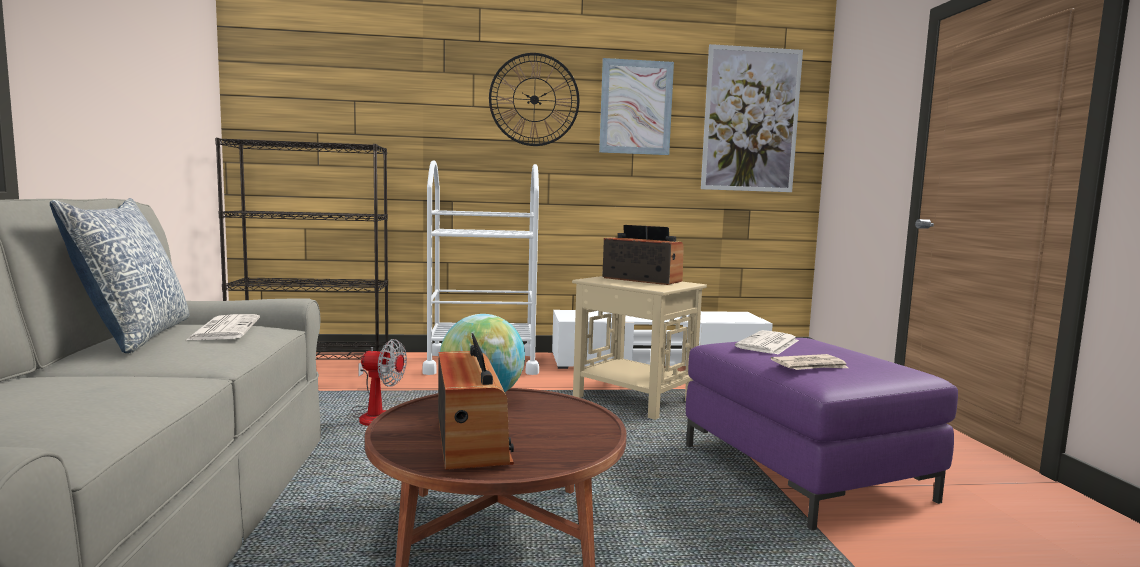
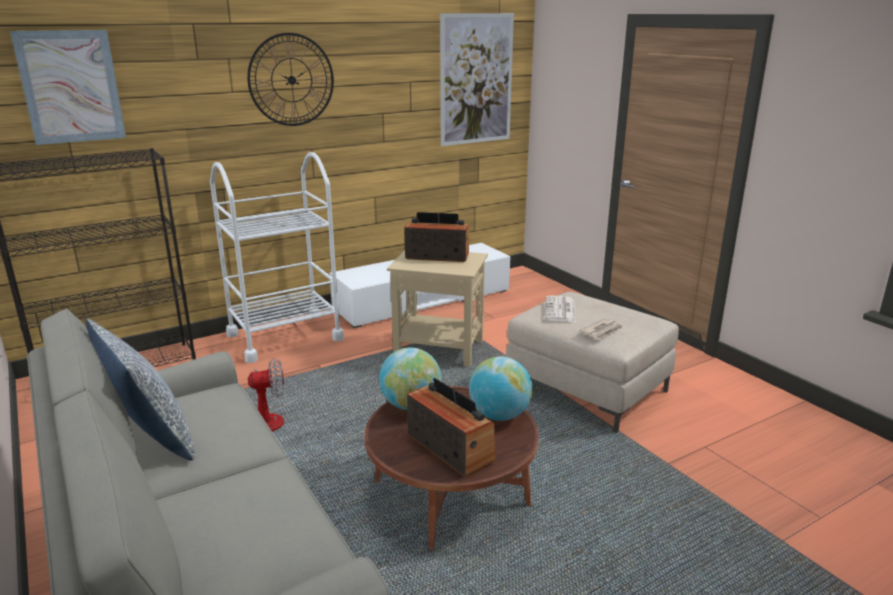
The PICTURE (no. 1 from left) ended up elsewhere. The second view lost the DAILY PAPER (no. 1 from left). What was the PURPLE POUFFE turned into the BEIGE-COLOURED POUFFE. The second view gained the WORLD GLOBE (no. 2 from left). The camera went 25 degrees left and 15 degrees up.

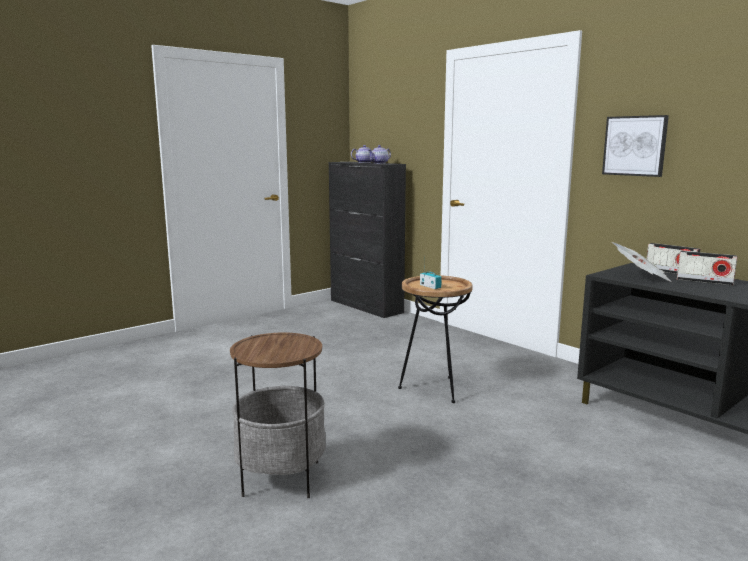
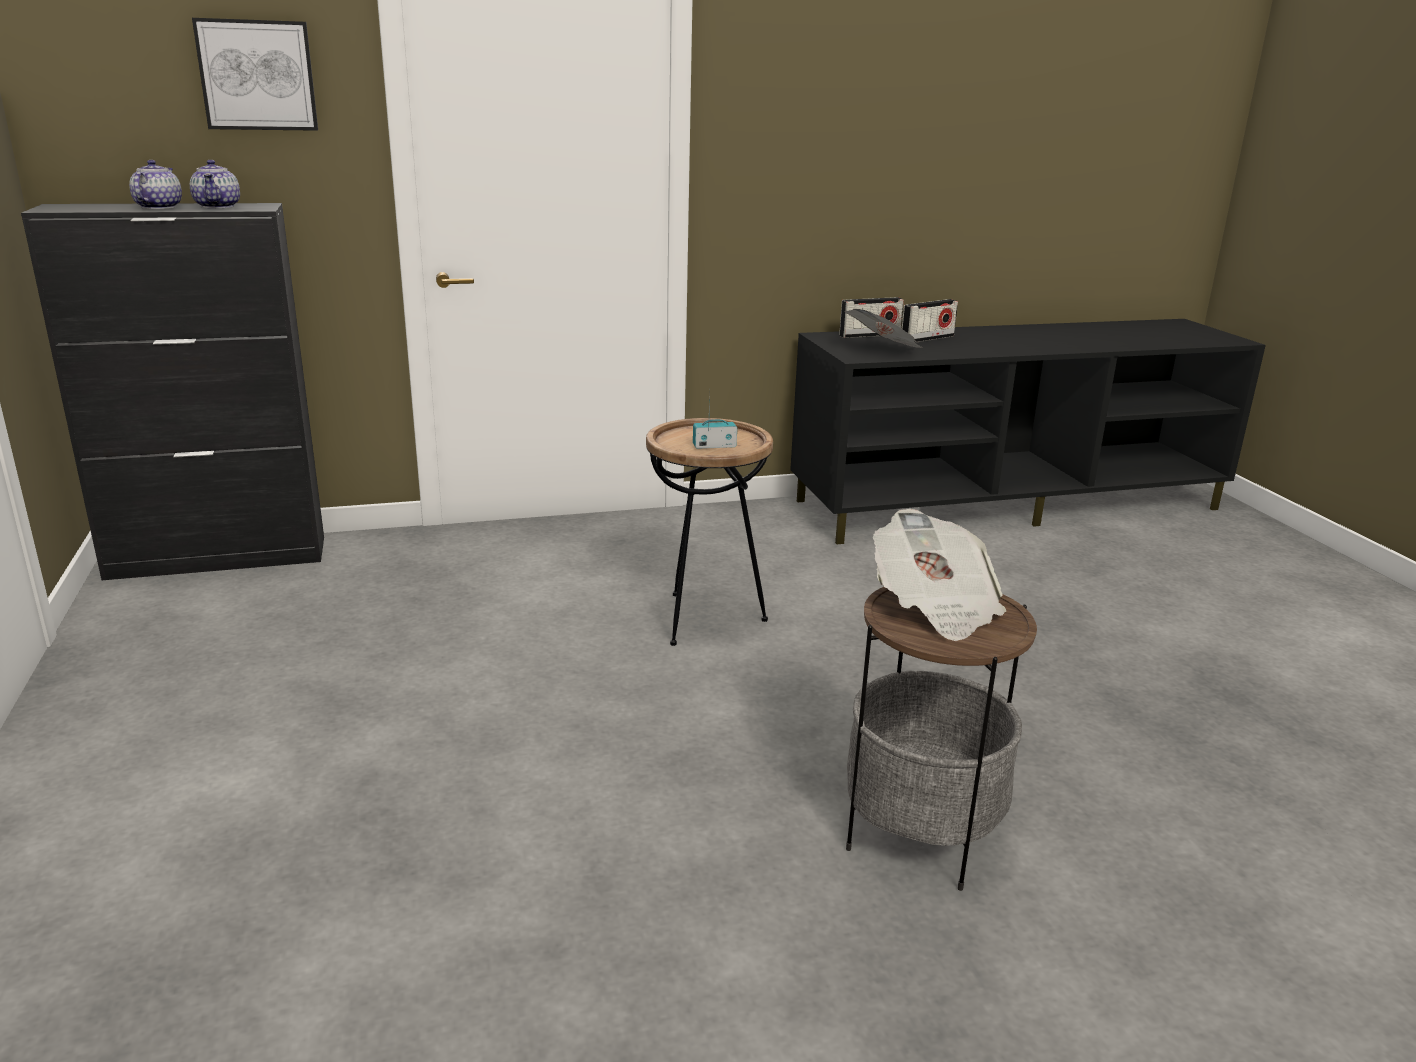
The PICTURE ended up elsewhere. The second view gained the DAILY PAPER (no. 2 from left). The camera went 65 degrees left and 10 degrees up.

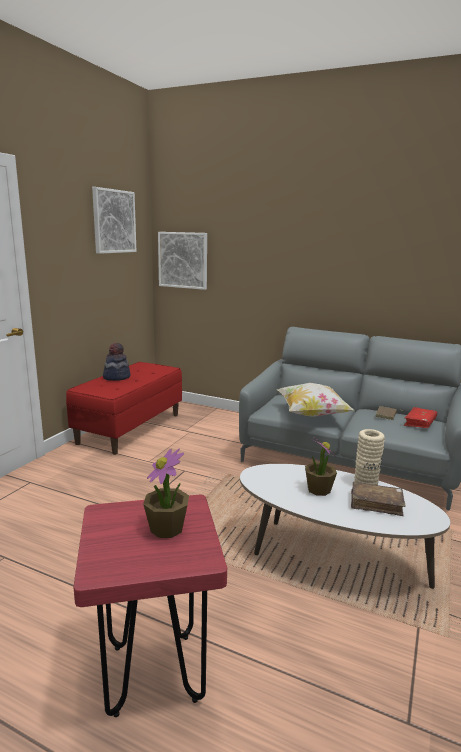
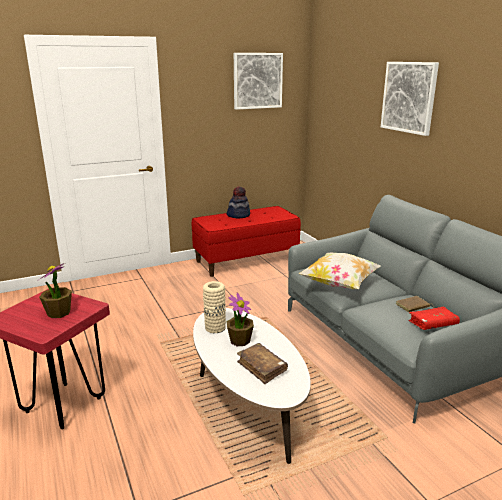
The PICTURE (no. 2 from left) ended up elsewhere. The BEIGE-COLOURED VASE ended up elsewhere. The camera went 40 degrees right and 5 degrees up.

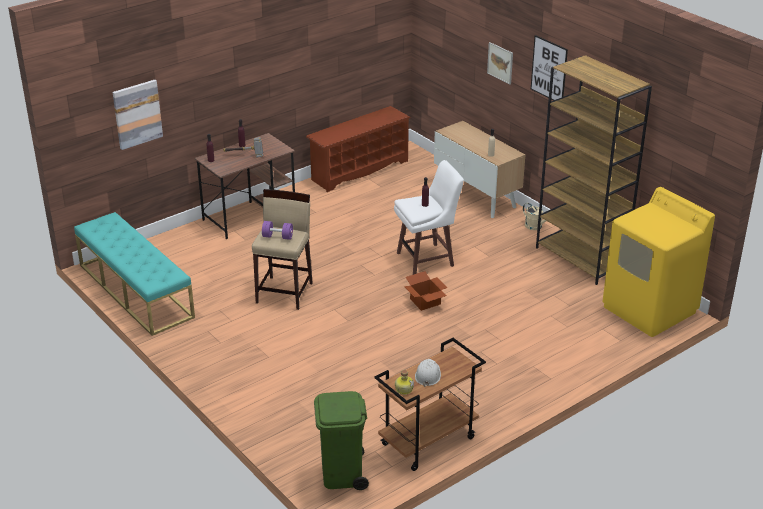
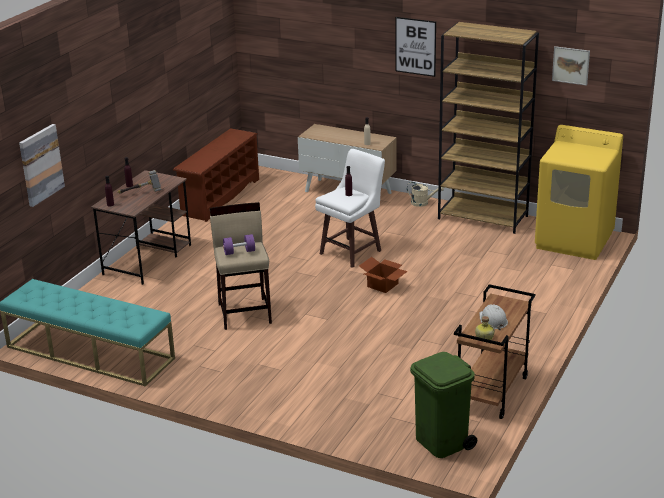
The PICTURE (no. 2 from left in the first image) ended up elsewhere. The camera went 25 degrees left and 5 degrees down.

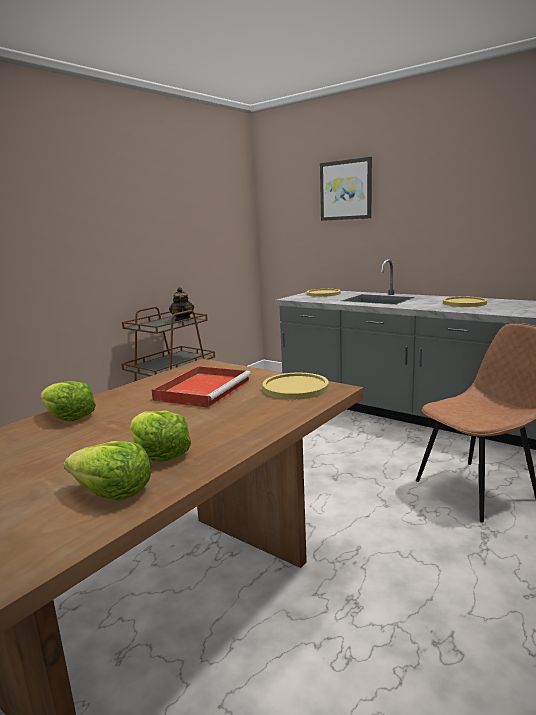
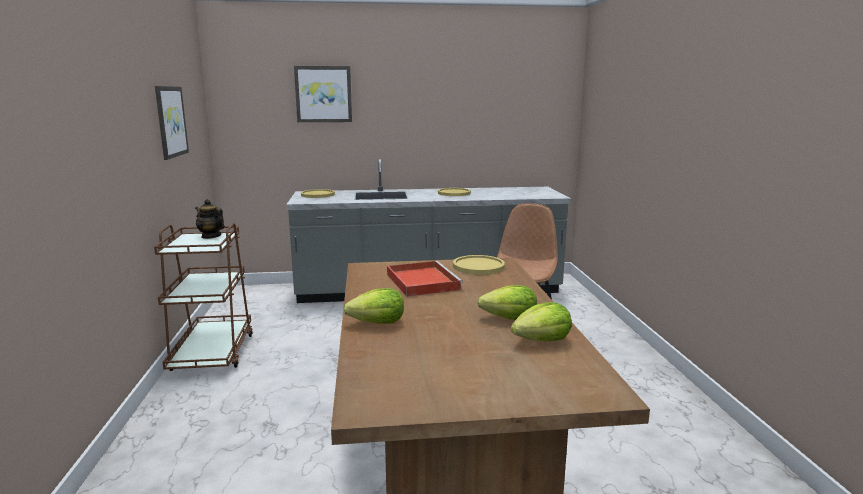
The second view gained the PICTURE (no. 1 from left). The camera went 45 degrees left and 0 degrees up.

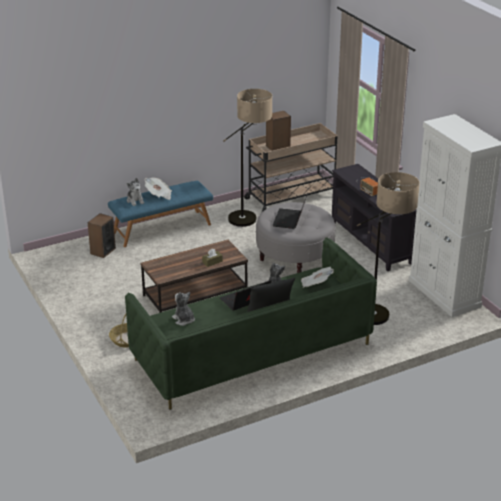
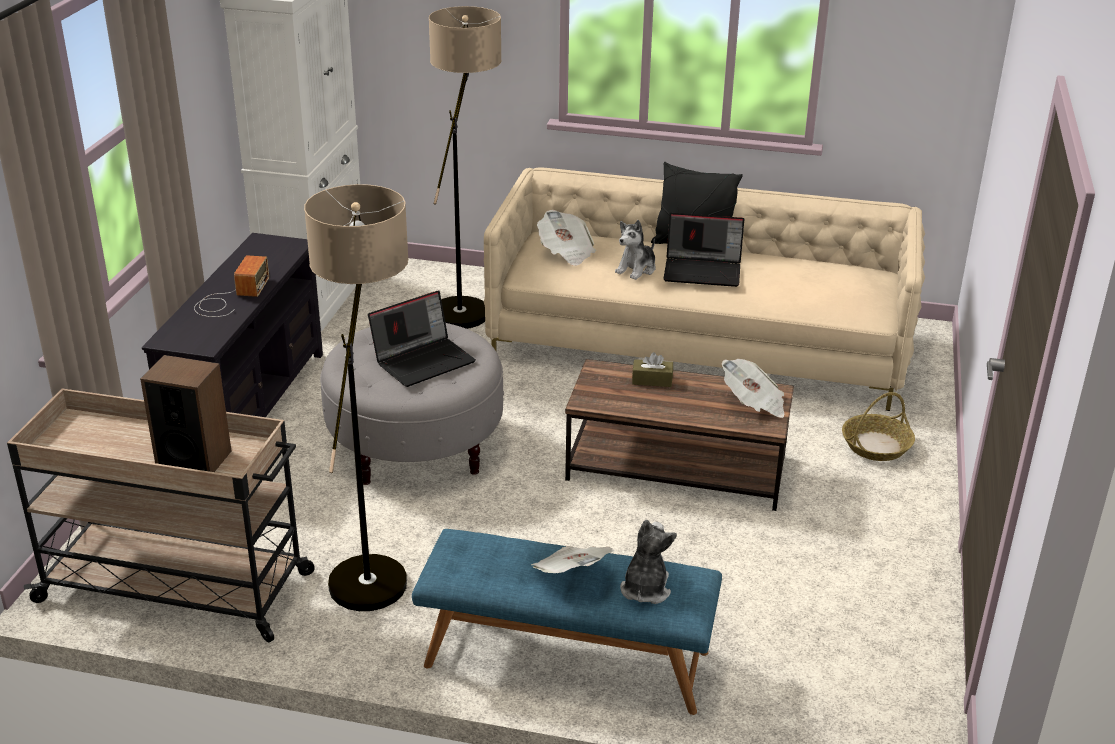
The second view lost the AUDIO SPEAKER (no. 1 from left). What was the GREEN SETTEE turned into the BEIGE-COLOURED SETTEE. The second view lost the CUDDLY TOY (no. 2 from left). The second view gained the DAILY PAPER (no. 3 from left). The camera went 140 degrees left and 0 degrees up.

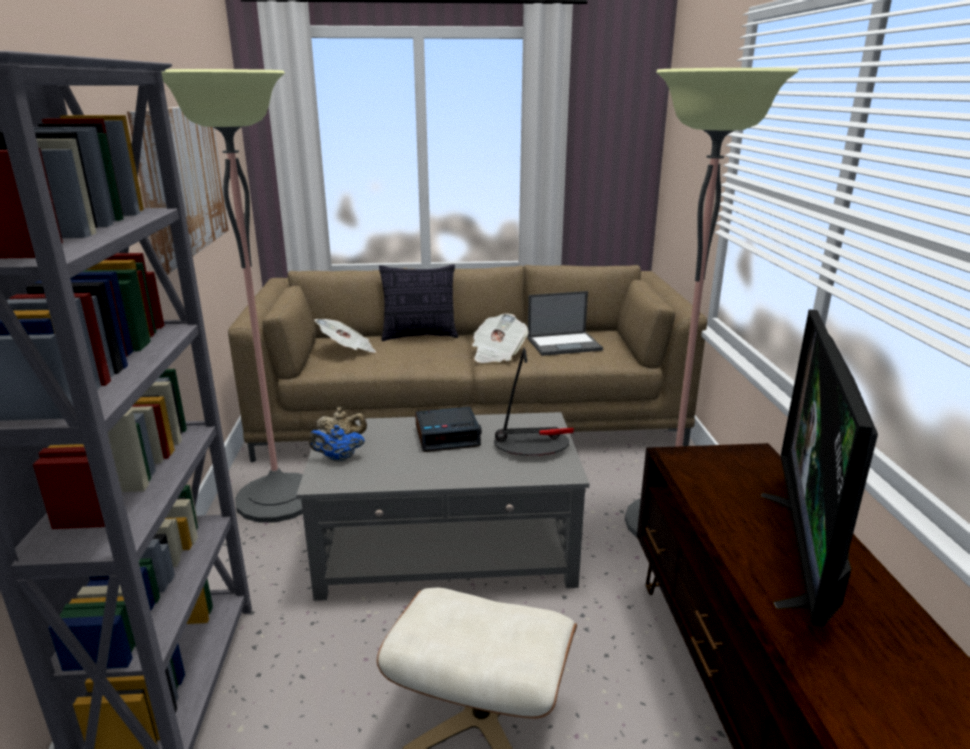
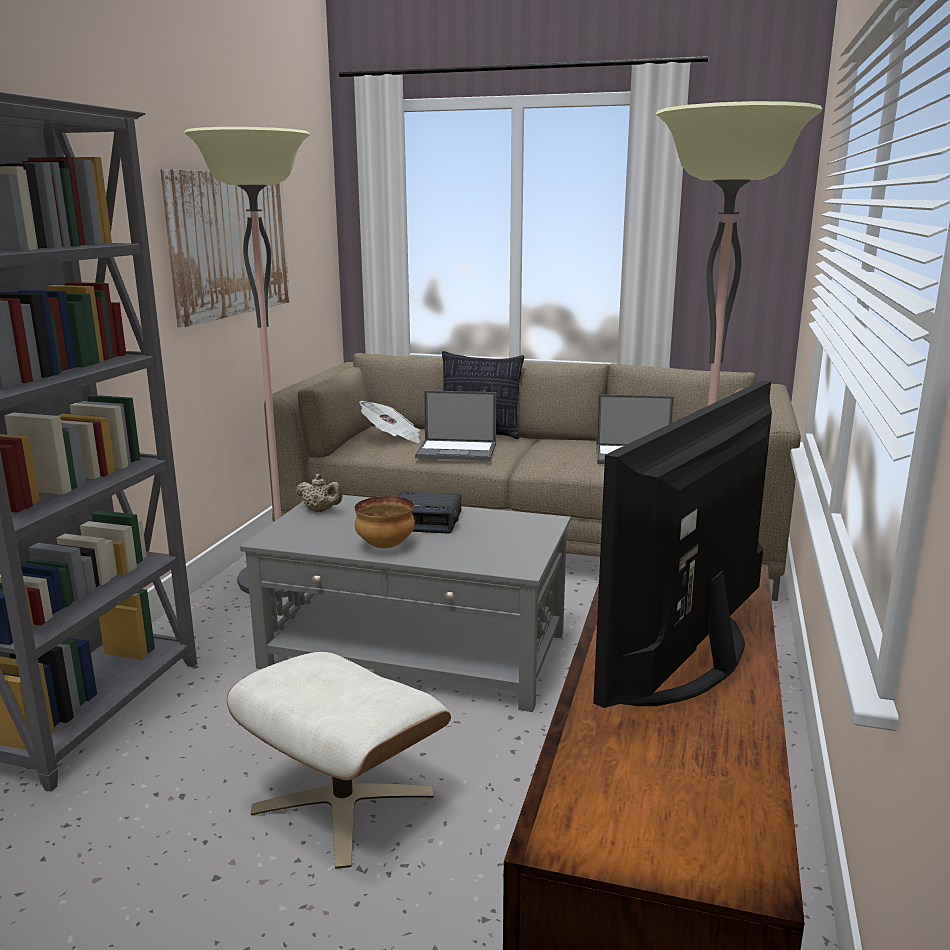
The second view lost the DAILY PAPER (no. 2 from left). The second view lost the TABLETOP LAMP. The second view lost the BLUISH TEAPOT. The second view gained the NOTEBOOK COMPUTER (no. 1 from left). The second view gained the SERVING BOWL. The camera went 20 degrees right and 5 degrees down.

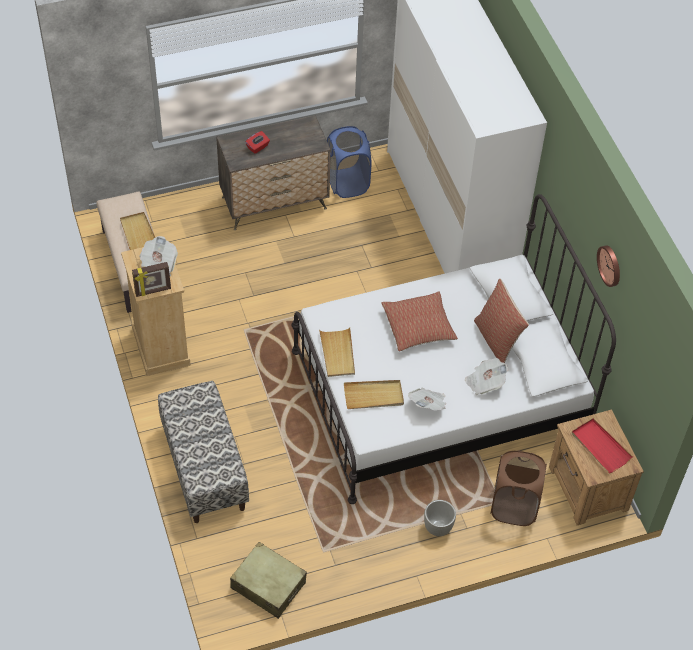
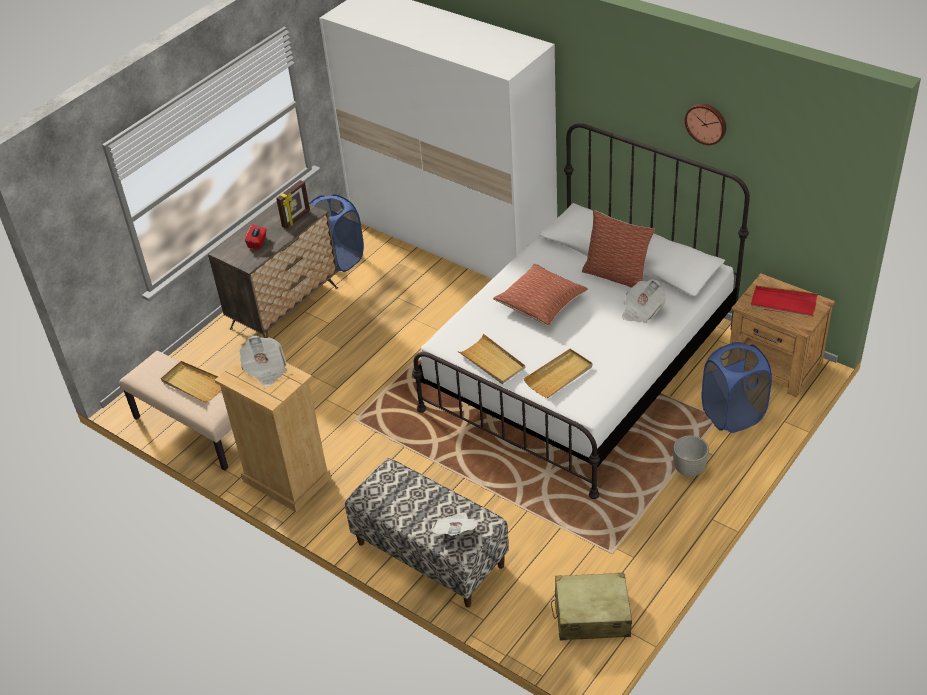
The PICTURE FRAME ended up elsewhere. The DAILY PAPER (no. 2 from left) ended up elsewhere. What was the BROWNISH LAUNDRY BASKET turned into the BLUISH LAUNDRY BASKET (no. 2 from left). The camera went 30 degrees left and 10 degrees down.

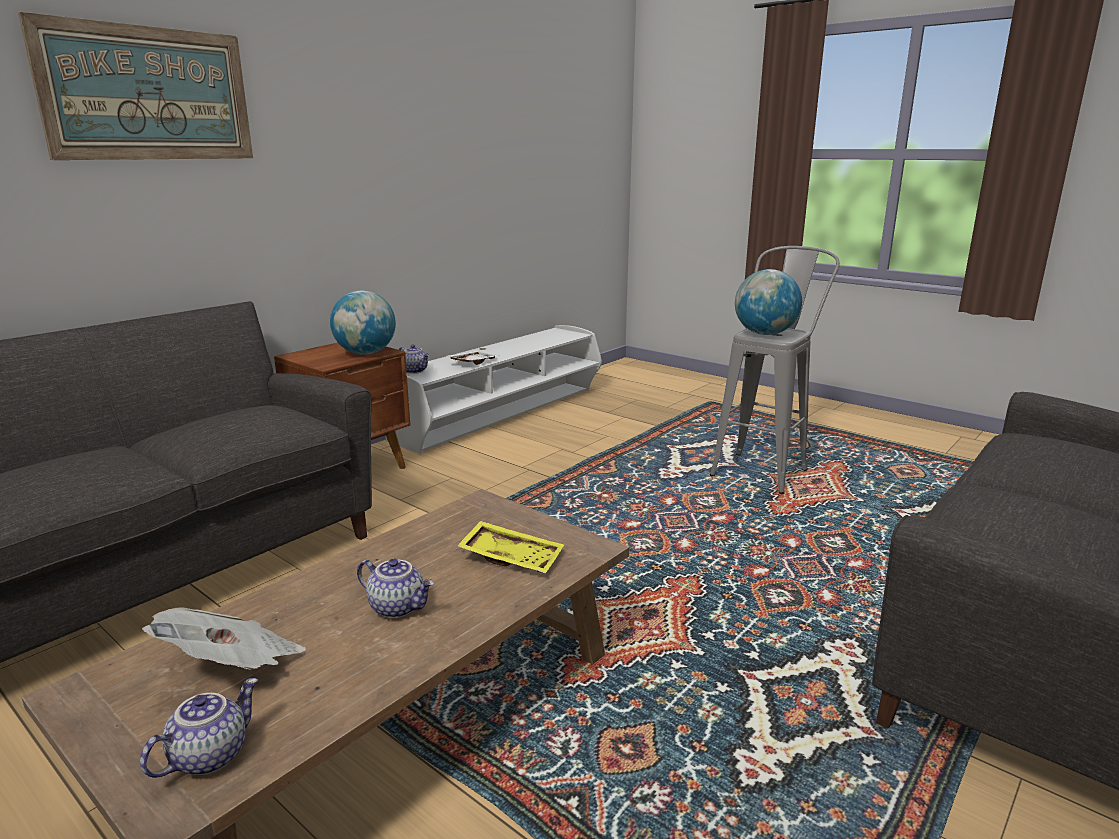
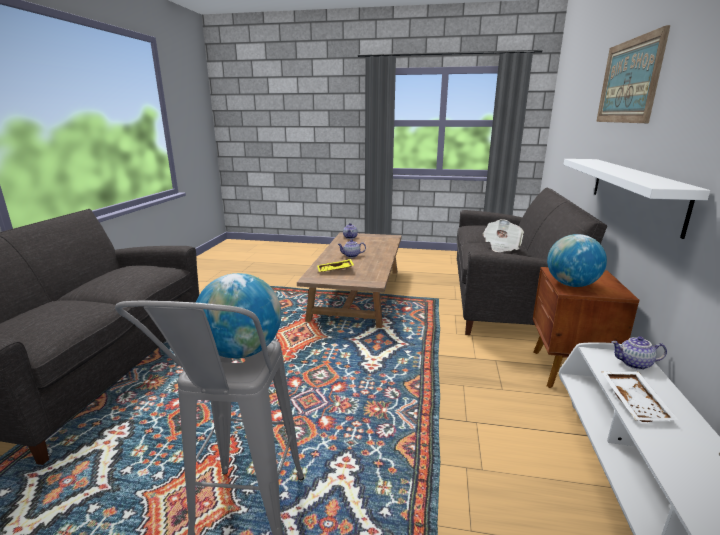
The DAILY PAPER ended up elsewhere. The second view gained the WHITE-COLOURED BRACKET SHELF. The camera went 150 degrees right and 0 degrees up.

